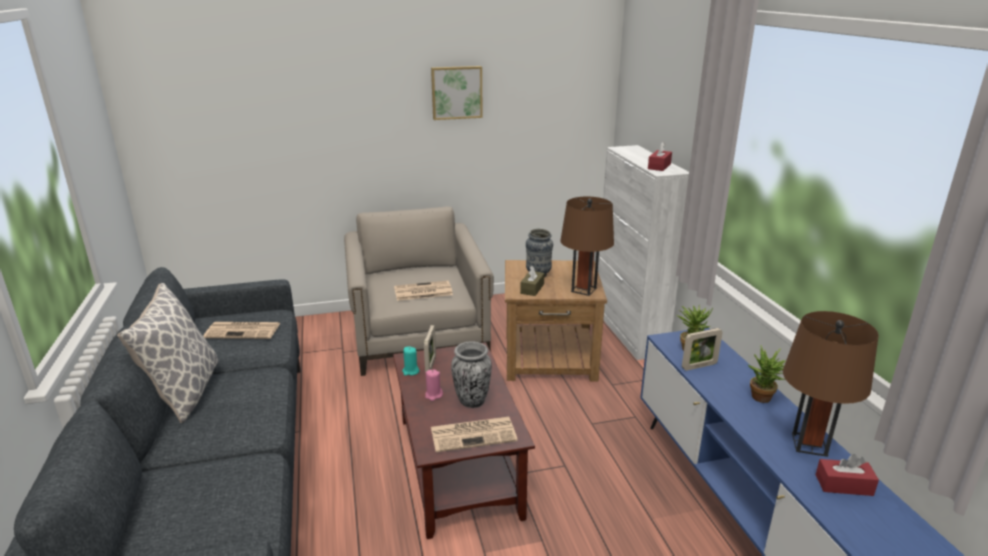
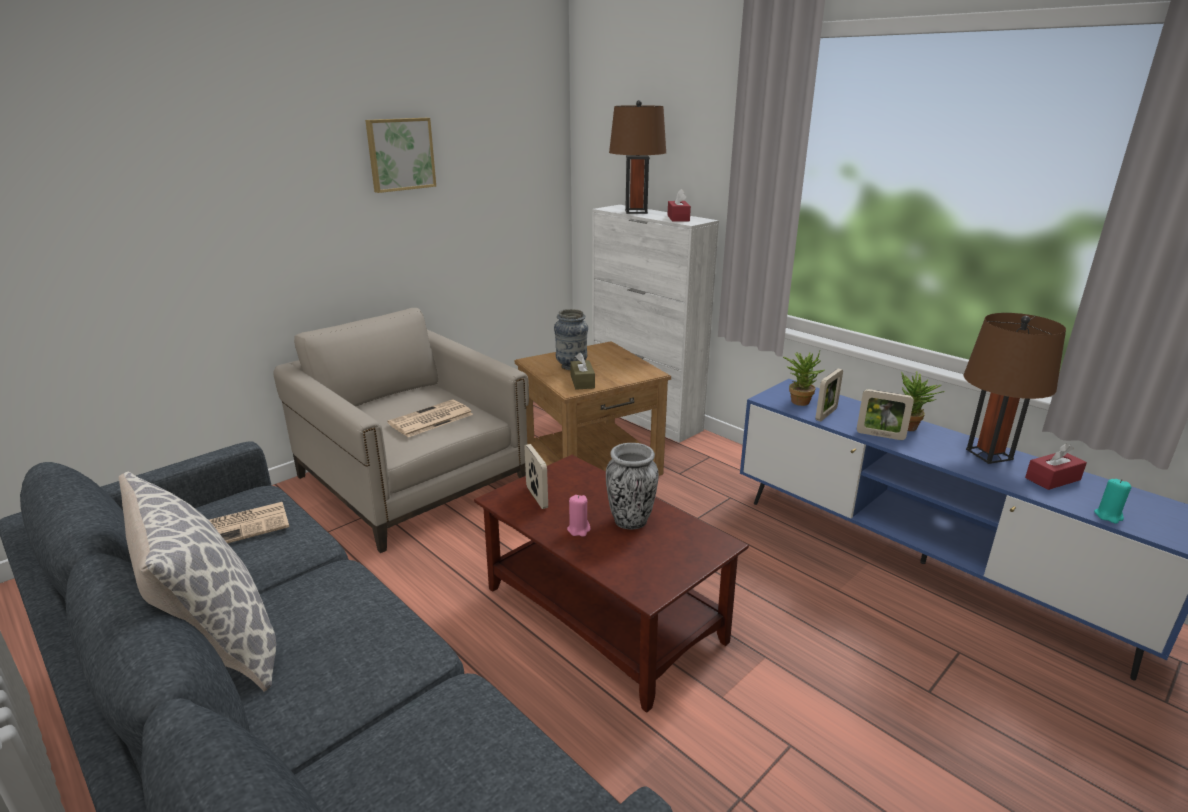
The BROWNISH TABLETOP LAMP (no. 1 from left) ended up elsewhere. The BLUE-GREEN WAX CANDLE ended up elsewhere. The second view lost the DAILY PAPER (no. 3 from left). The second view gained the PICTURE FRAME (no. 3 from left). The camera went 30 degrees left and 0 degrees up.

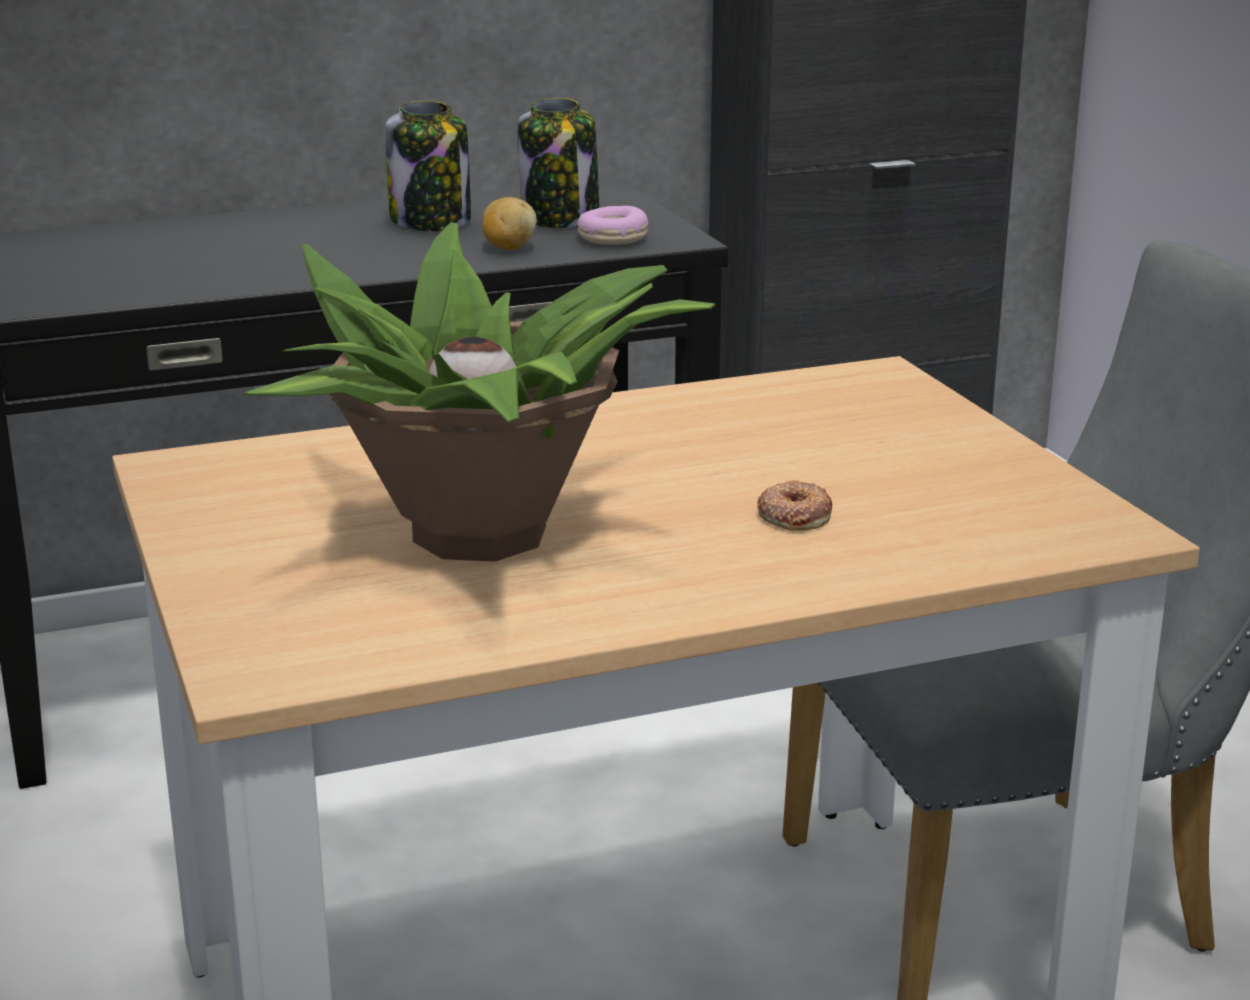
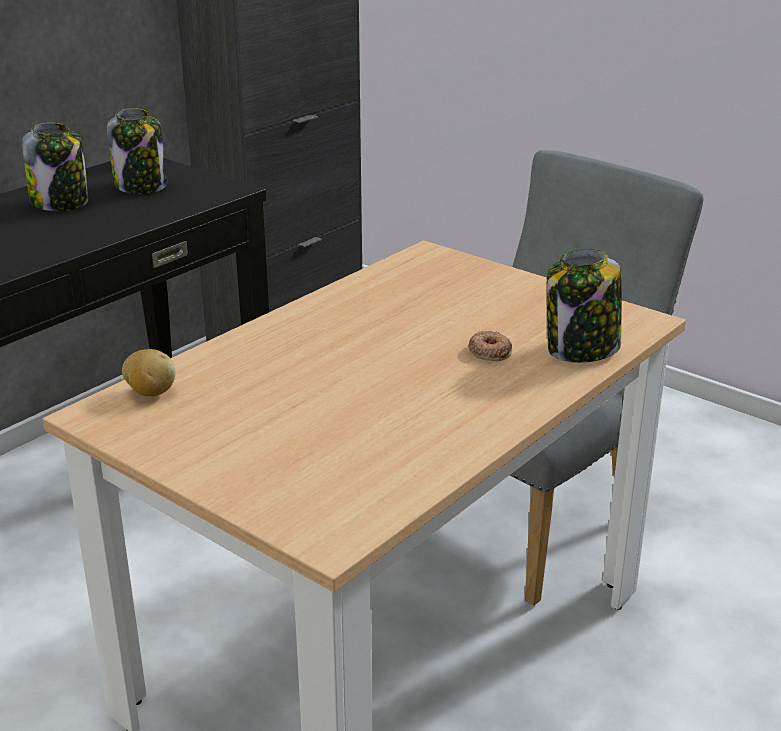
The POTATO ended up elsewhere. The second view lost the DONUT (no. 1 from left). The second view lost the HOUSEPLANT. The second view gained the PRESERVE JAR (no. 3 from left). The camera went 30 degrees left and 5 degrees up.

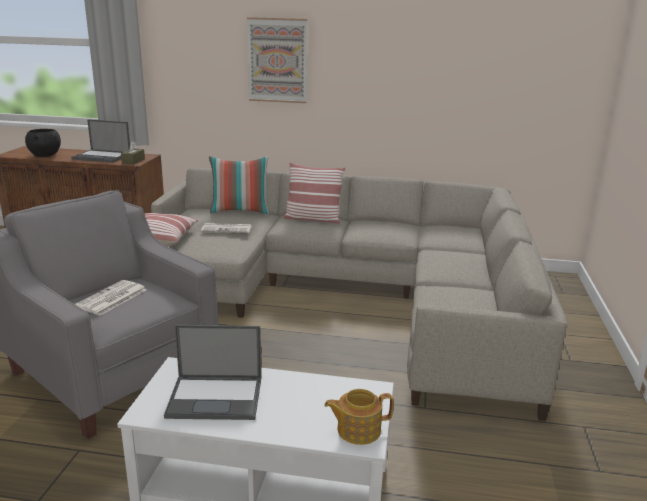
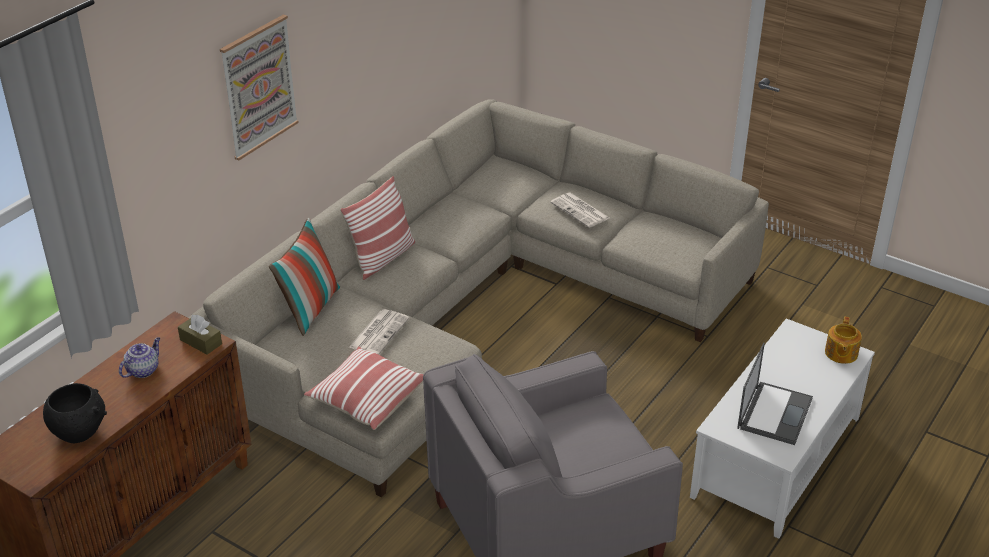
Where the NOTEBOOK COMPUTER (no. 1 from left) stood, the TEAPOT (no. 1 from left) came to stand. The DAILY PAPER (no. 1 from left in the first image) ended up elsewhere. The camera went 65 degrees left and 15 degrees up.

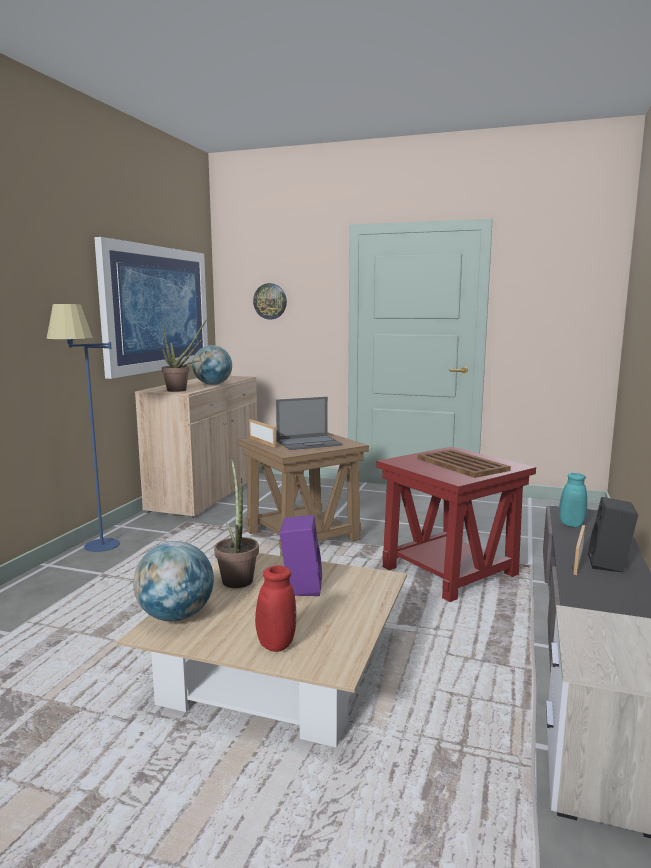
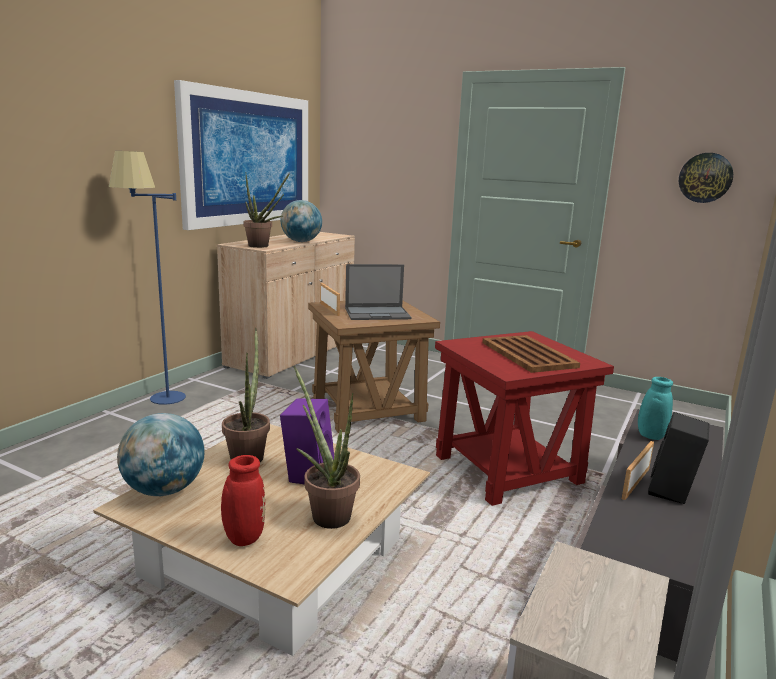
The CLOCK ON THE WALL ended up elsewhere. The second view gained the HOUSEPLANT (no. 3 from left). The camera went 10 degrees right and 5 degrees up.

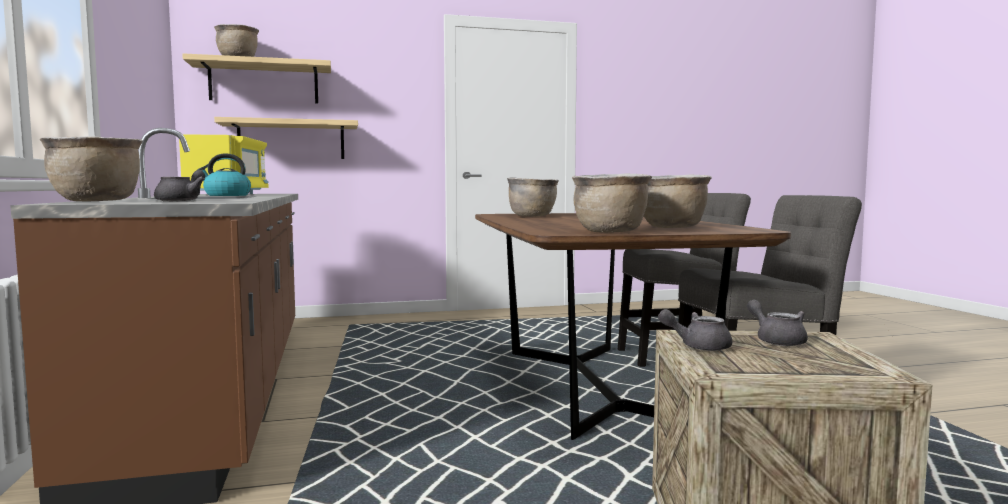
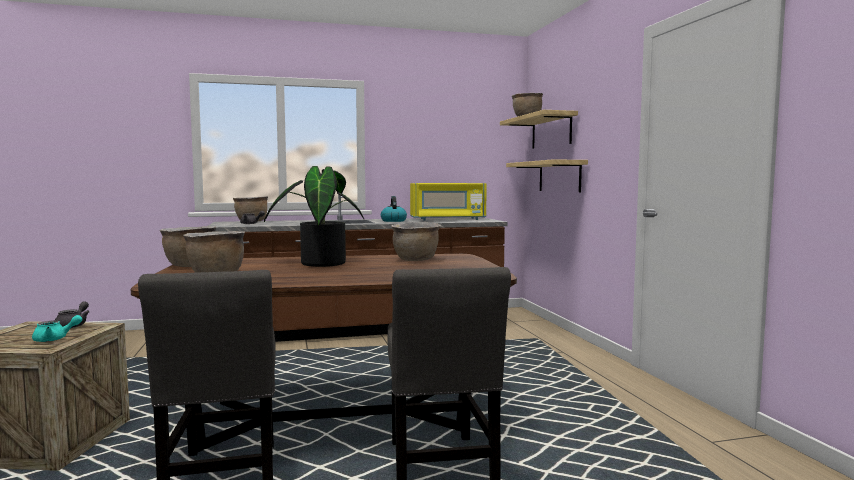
What was the GREYISH TEAPOT (no. 3 from left) turned into the BLUE-GREEN TEAPOT. The second view gained the HOUSEPLANT. The camera went 90 degrees right and 0 degrees up.

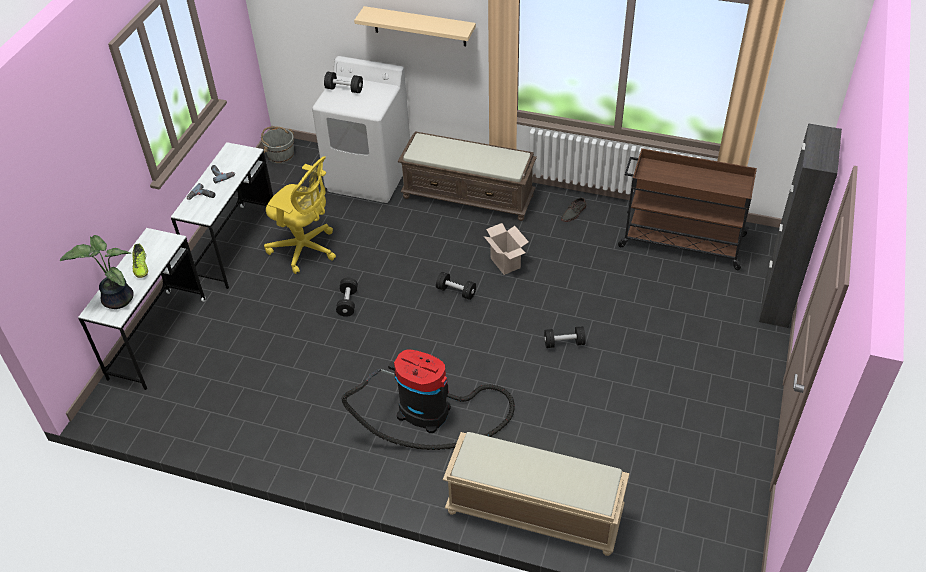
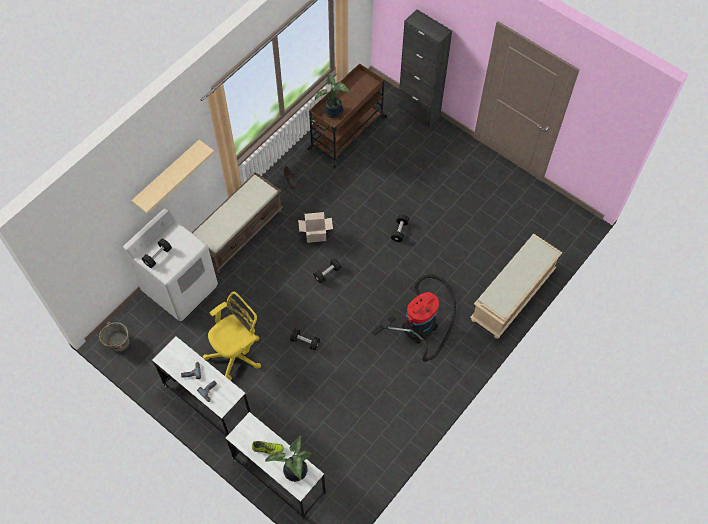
The second view gained the HOUSEPLANT (no. 2 from left). The camera went 70 degrees left and 15 degrees up.

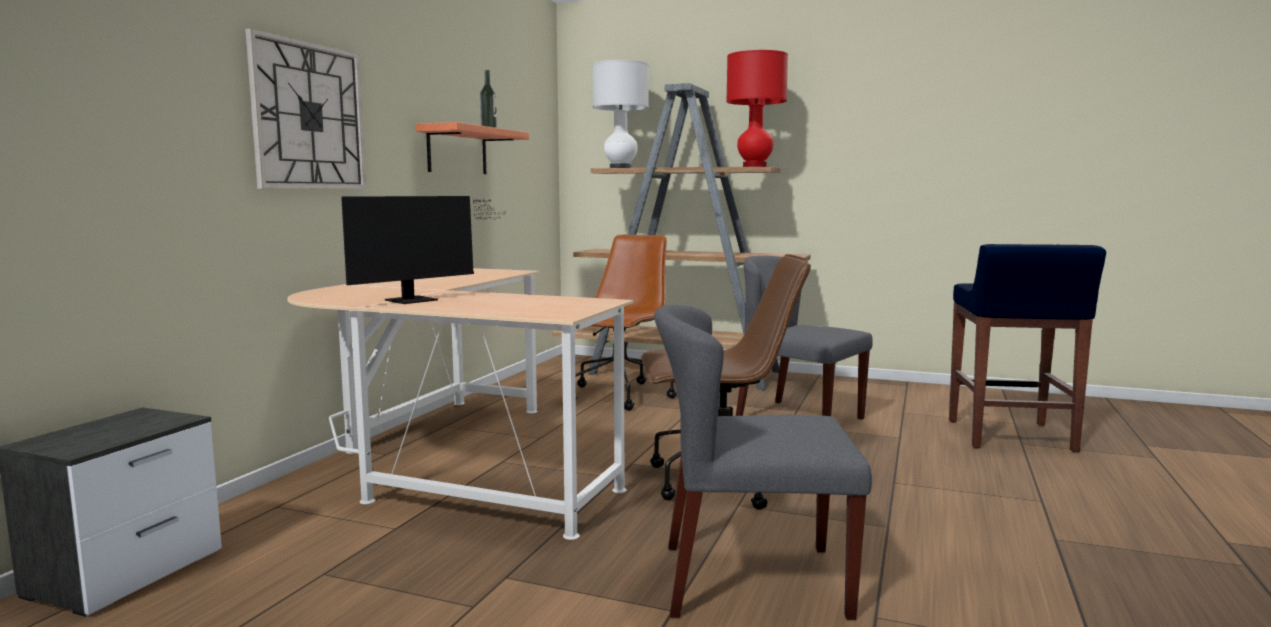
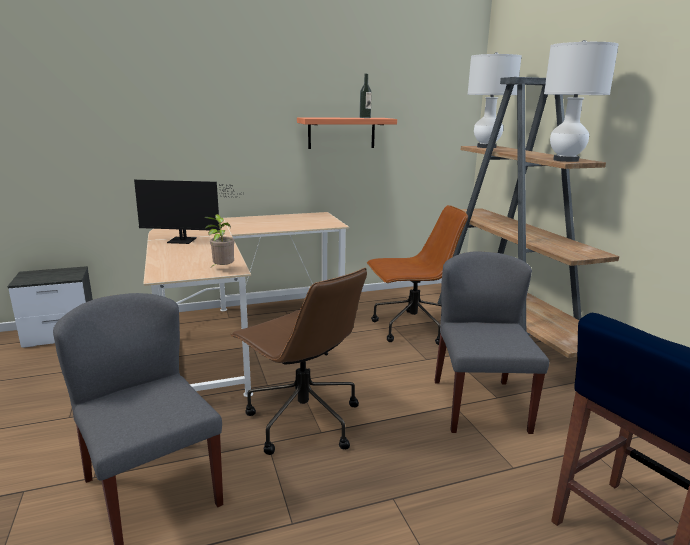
The second view lost the CLOCK ON THE WALL. What was the RED TABLETOP LAMP turned into the WHITE-COLOURED TABLETOP LAMP (no. 2 from left). The second view gained the HOUSEPLANT. The camera went 50 degrees right and 10 degrees up.

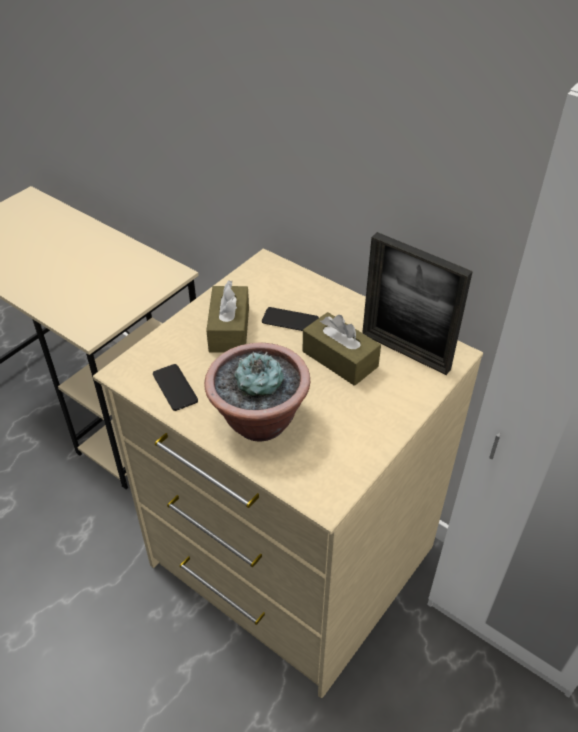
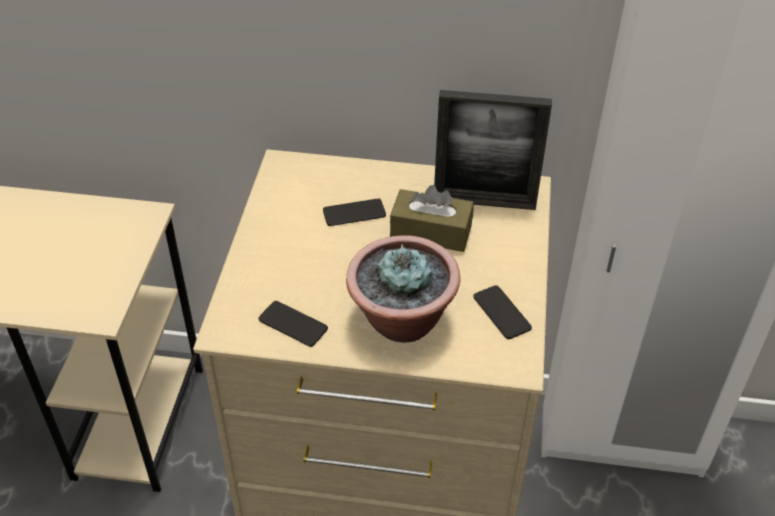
The second view lost the BROWNISH TISSUE BOX (no. 1 from left). The second view gained the HANDSET (no. 3 from left). The camera went 30 degrees left and 0 degrees up.

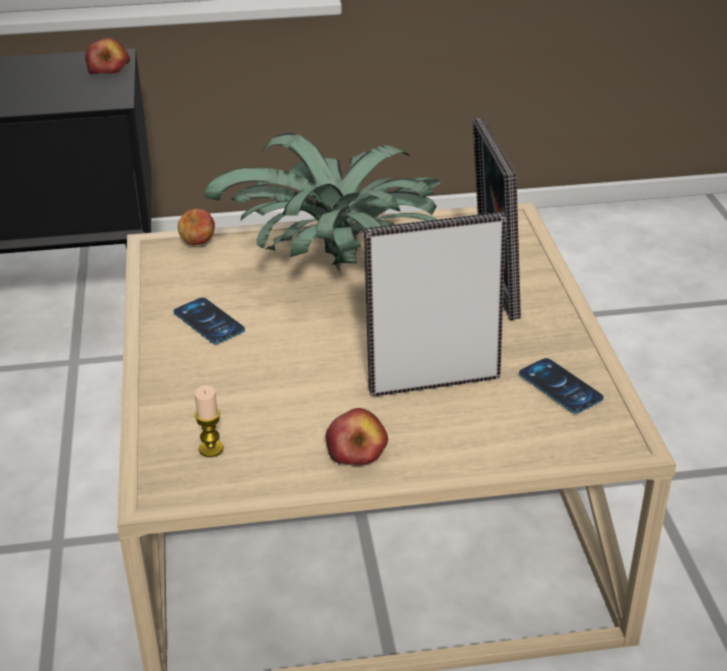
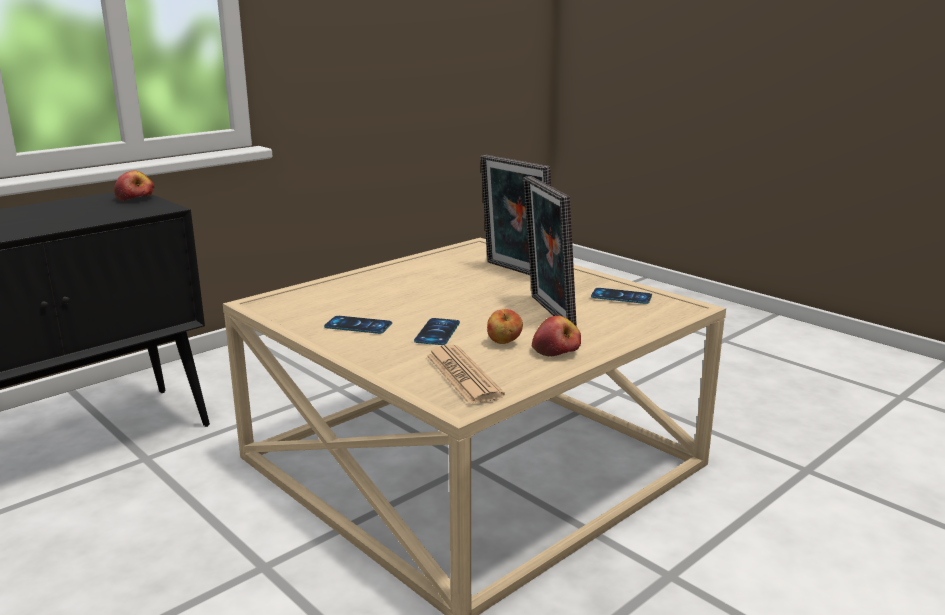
The second view lost the HOUSEPLANT. The APPLE FRUIT (no. 2 from left) ended up elsewhere. The PICTURE FRAME (no. 1 from left in the first image) ended up facing another way, 60 degrees counterclockwise from before. Where the WAX CANDLE stood, the DAILY PAPER came to stand. The second view gained the HANDSET (no. 2 from left). The camera went 35 degrees left and 15 degrees down.

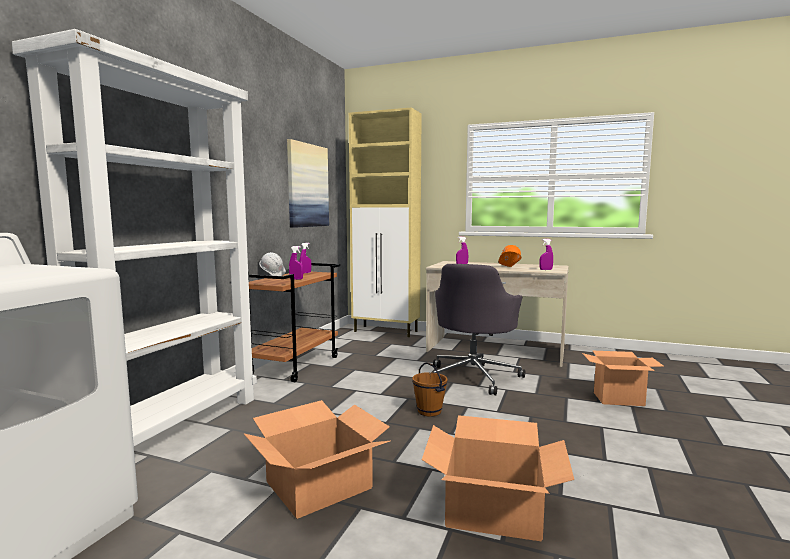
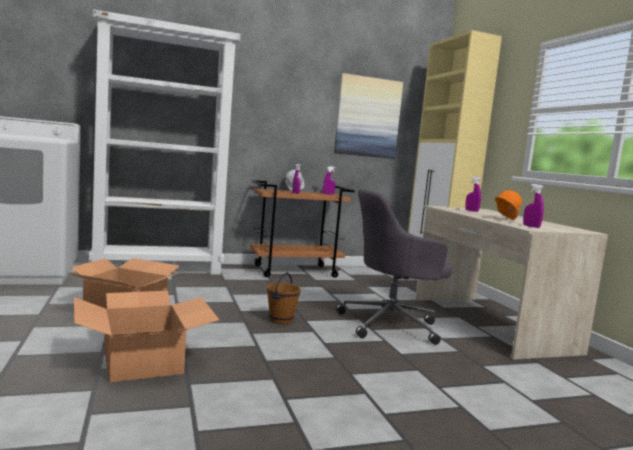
The second view lost the CARTON (no. 3 from left). The camera went 50 degrees right and 0 degrees up.

